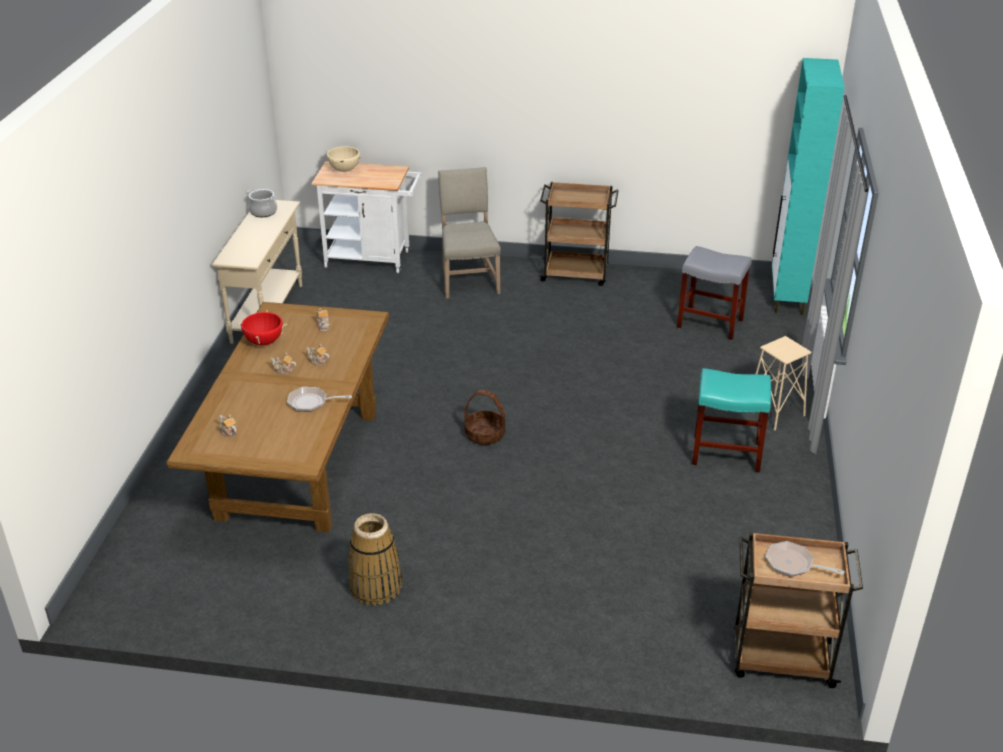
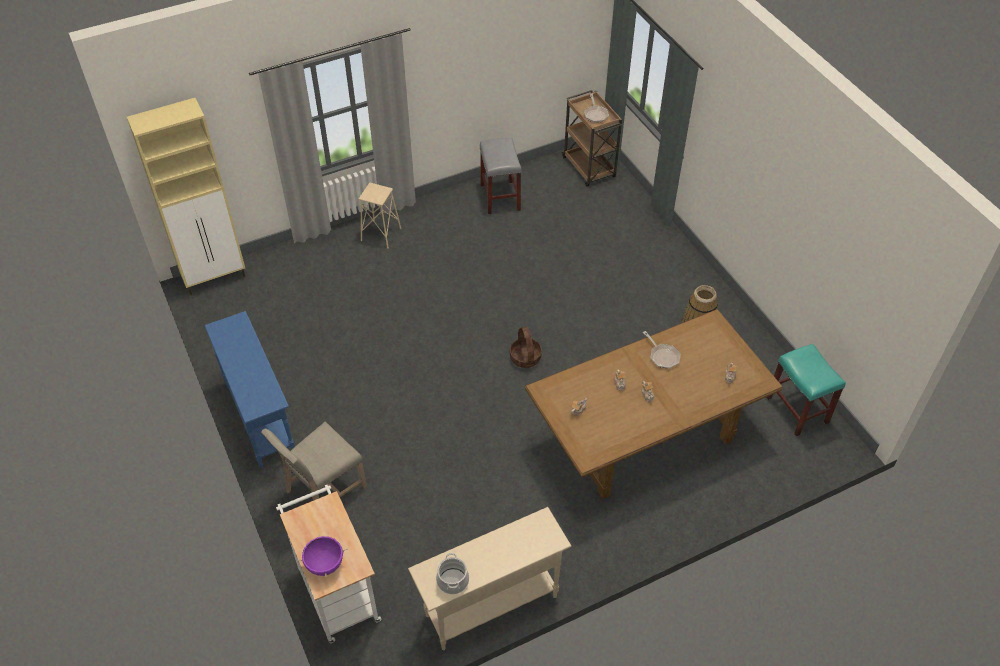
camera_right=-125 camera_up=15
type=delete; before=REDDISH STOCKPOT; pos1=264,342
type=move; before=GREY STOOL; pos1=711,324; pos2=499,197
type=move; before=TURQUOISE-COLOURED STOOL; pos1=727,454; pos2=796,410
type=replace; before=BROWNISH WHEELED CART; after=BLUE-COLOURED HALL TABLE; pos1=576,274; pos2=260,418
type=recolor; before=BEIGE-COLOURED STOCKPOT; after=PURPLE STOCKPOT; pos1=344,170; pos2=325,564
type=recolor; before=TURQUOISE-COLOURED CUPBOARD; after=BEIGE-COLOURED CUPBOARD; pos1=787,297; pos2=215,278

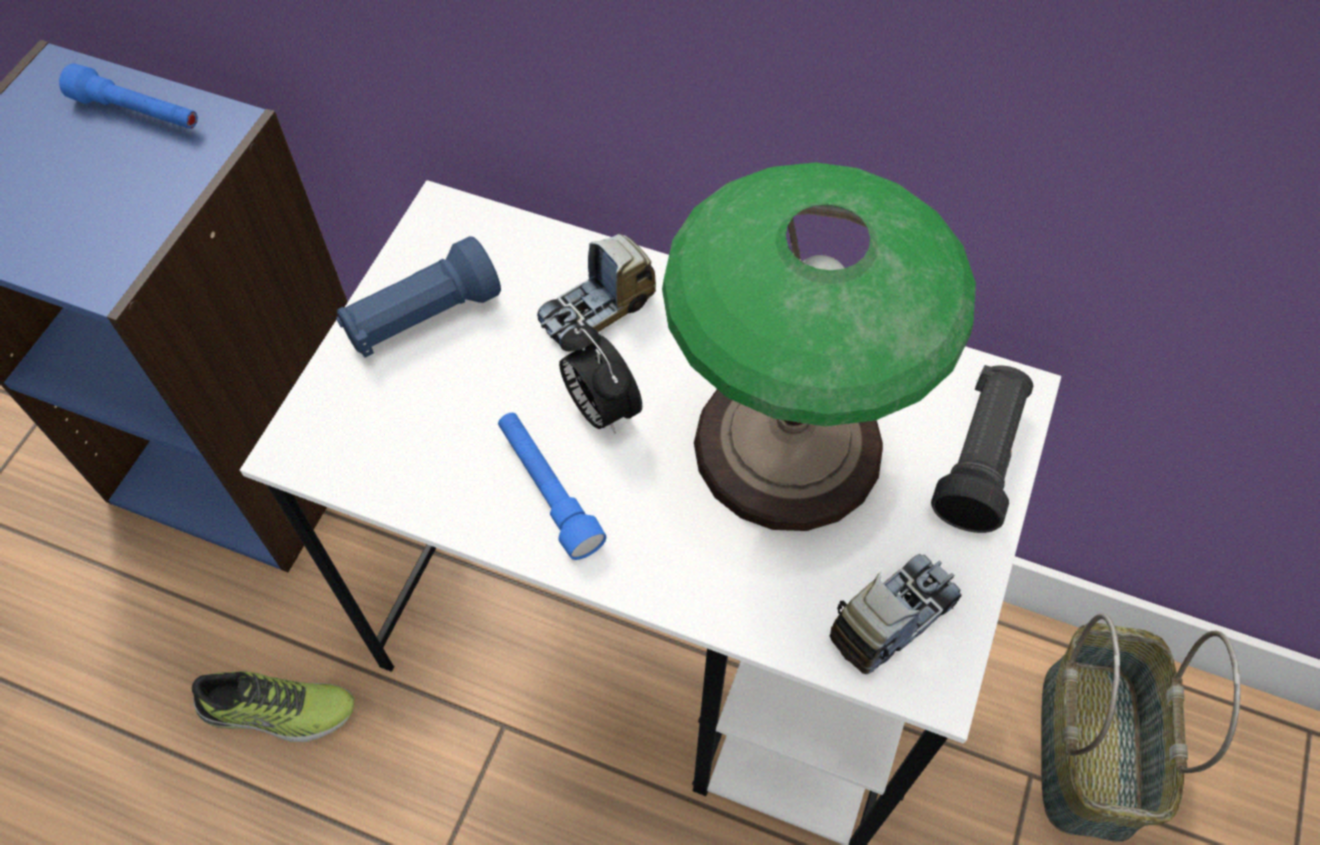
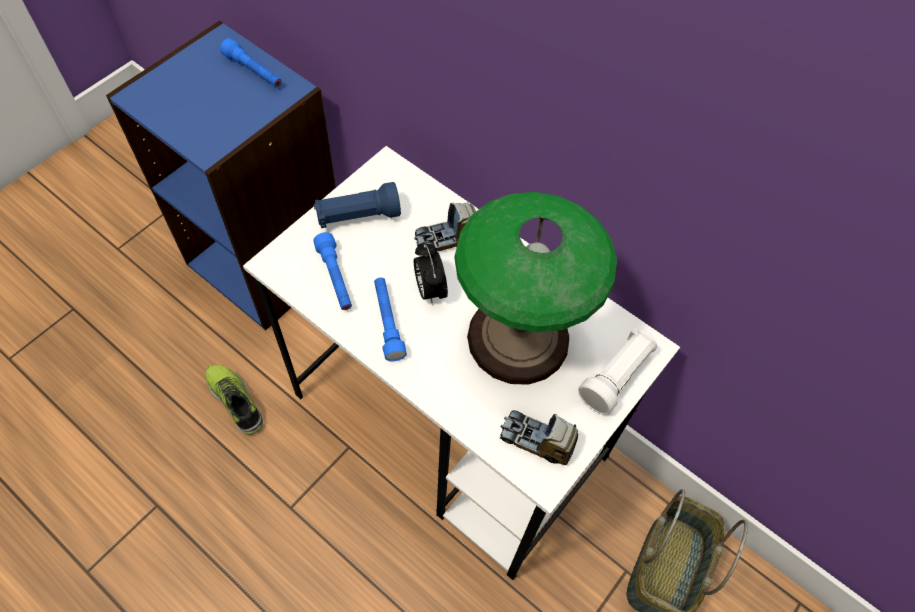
camera_right=15 camera_up=0
type=insert; after=BLUE-COLOURED TORCH; pos2=335,277
type=recolor; before=BLACKISH TORCH; after=WHITISH TORCH; pos1=980,460; pos2=616,377
type=rotate; before=SHOE; pos1=277,711; pos2=236,400; turn=-150
type=rotate; before=TOY LORRY; pos1=892,618; pos2=536,441; turn=-135

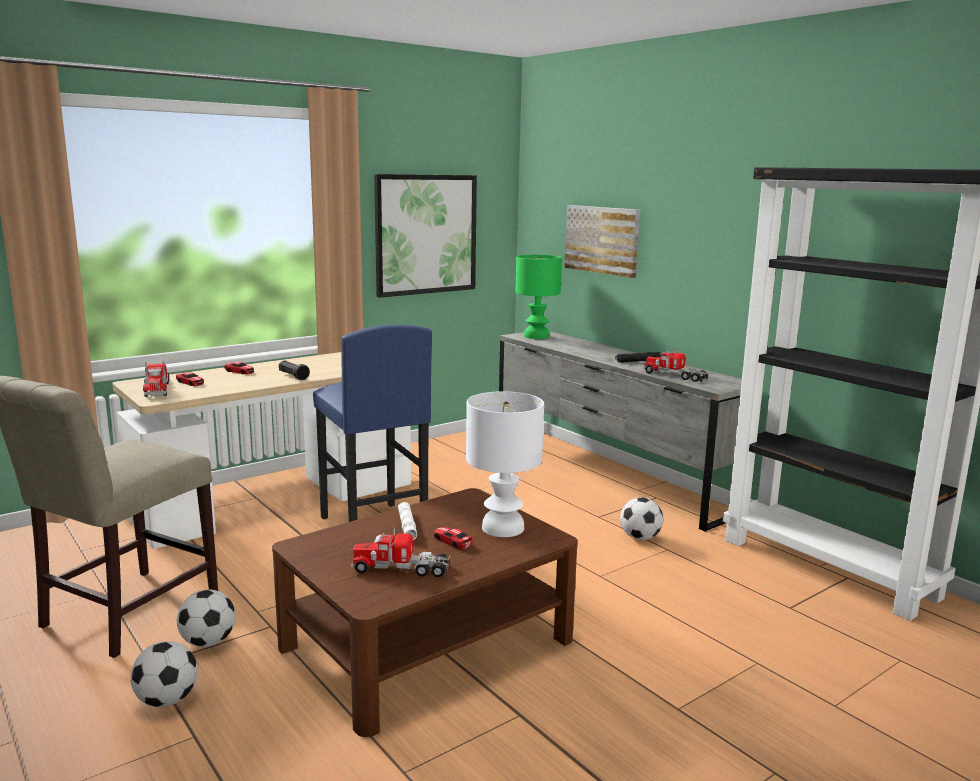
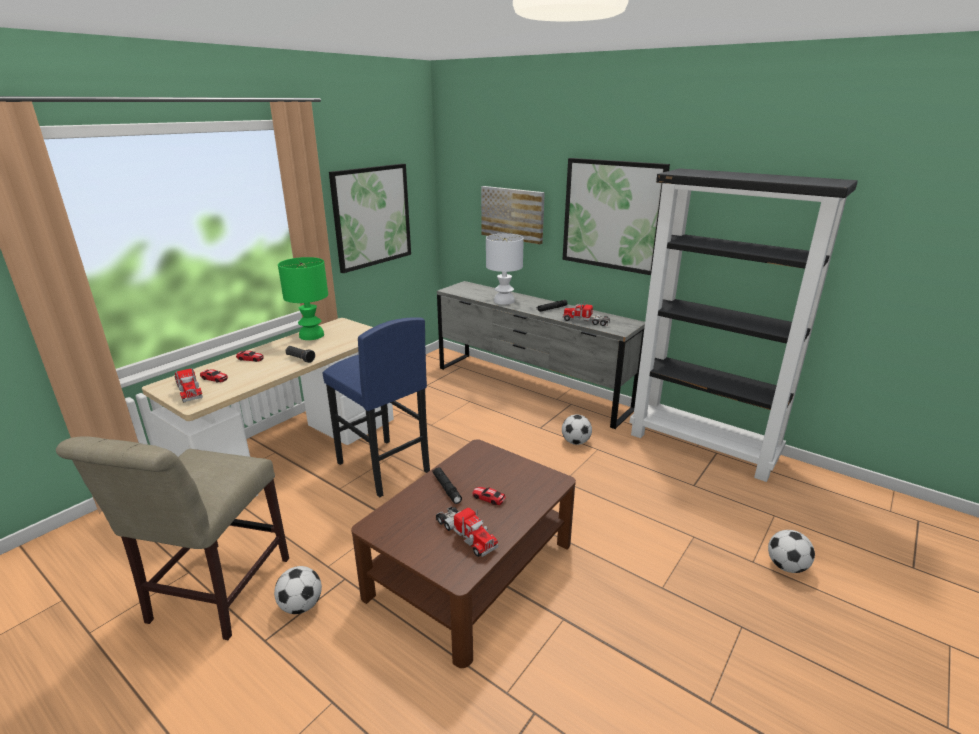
camera_right=-15 camera_up=10
type=insert; after=WALL PICTURE; pos2=612,215
type=move; before=FOOTBALL; pos1=167,700; pos2=786,566
type=move; before=WHITISH LAMP FOR A TABLE; pos1=502,528; pos2=503,301
type=move; before=GREENISH LAMP FOR A TABLE; pos1=536,336; pos2=311,335
type=recolor; before=WHITISH TORCH; after=BLACKISH TORCH; pos1=407,526; pos2=446,488
type=rotate; before=TOY LORRY; pos1=401,569; pos2=465,534; turn=-120

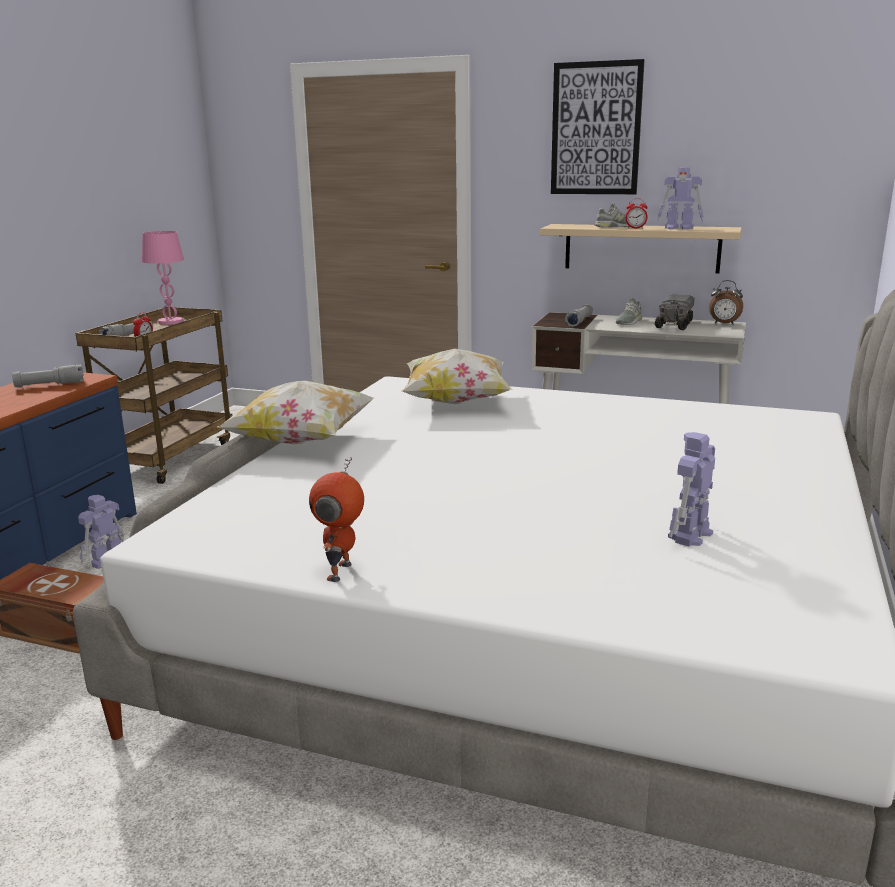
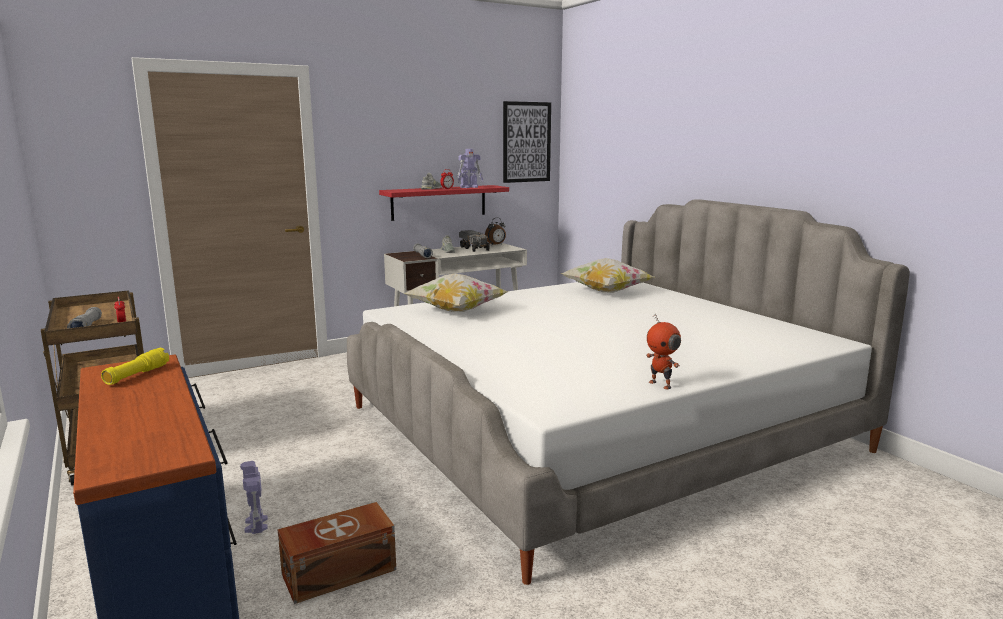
camera_right=-50 camera_up=-5
type=delete; before=PINK LAMP FOR A TABLE; pos1=170,322
type=delete; before=TOY ROBOT; pos1=689,536
type=move; before=CUSHION; pos1=302,441; pos2=606,292
type=move; before=WALL PICTURE; pos1=596,129; pos2=526,142
type=recolor; before=GREY TORCH; after=YELLOWISH TORCH; pos1=50,385; pos2=137,375
type=recolor; before=BEIGE-COLOURED SHELF; after=REDDISH SHELF; pos1=641,248; pos2=439,202

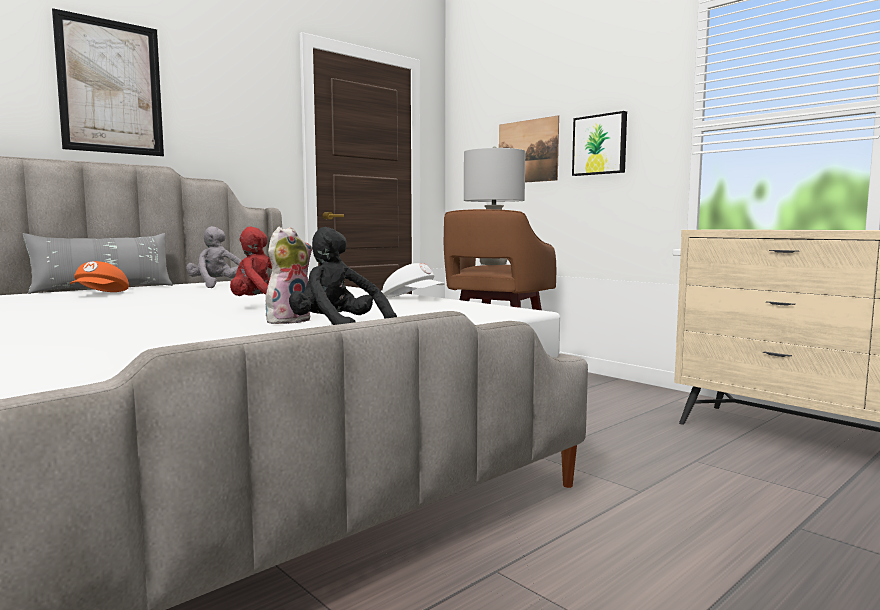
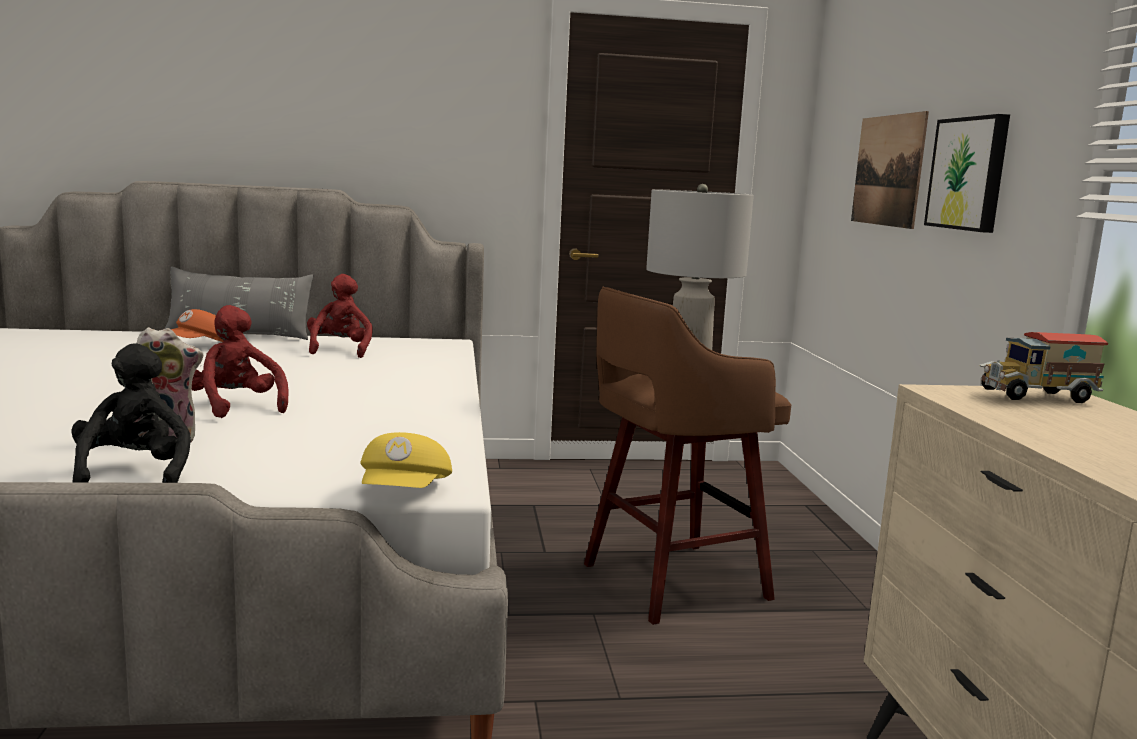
camera_right=35 camera_up=5
type=delete; before=WALL PICTURE; pos1=111,87
type=delete; before=WHITISH CAP; pos1=413,298
type=insert; after=YELLOWISH CAP; pos2=405,494
type=insert; after=TOY LORRY; pos2=1036,398
type=recolor; before=GREY SOFT TOY; after=REDDISH SOFT TOY; pos1=218,287; pos2=340,350

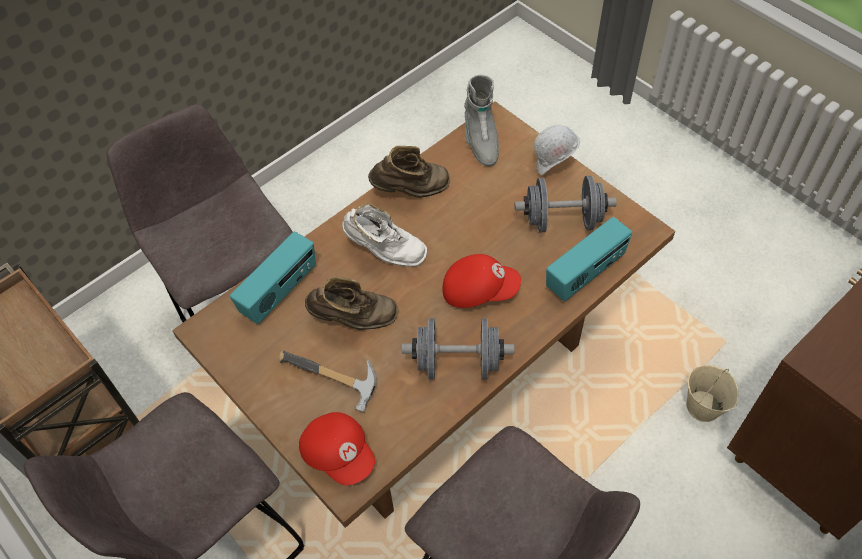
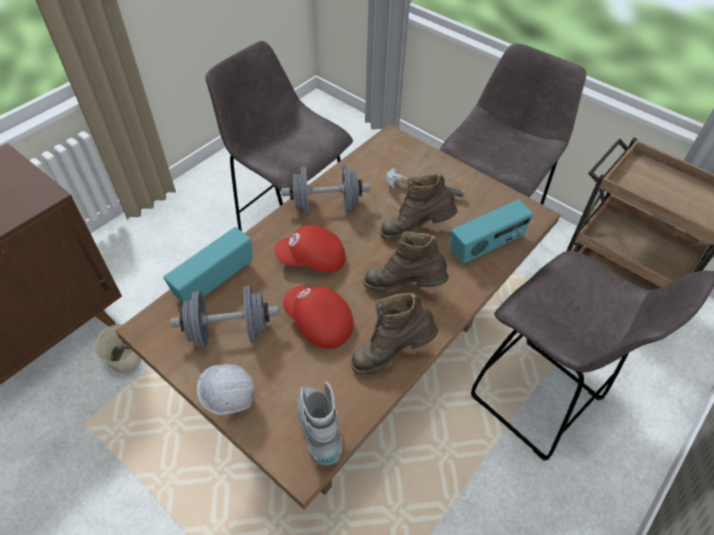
camera_right=170 camera_up=-5
type=move; before=REDDISH CAP; pos1=339,453; pos2=318,323
type=recolor; before=WHITISH HIGH-TOP BOOT; after=BROWNISH HIGH-TOP BOOT; pos1=385,252; pos2=404,286
type=rotate; before=RADIO; pos1=280,292; pos2=486,246; turn=-150

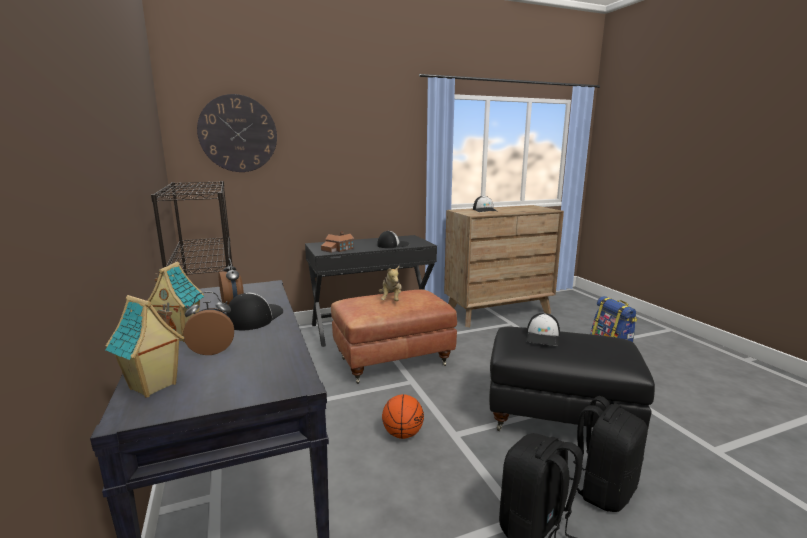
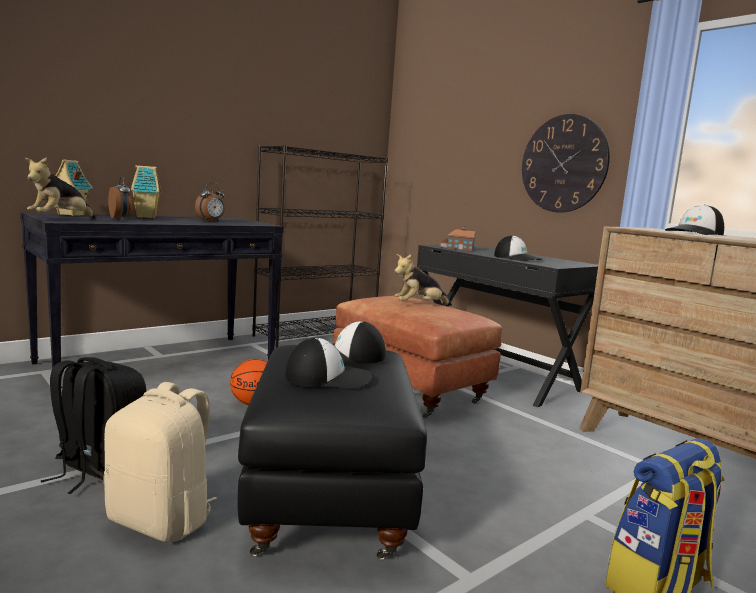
camera_right=70 camera_up=-5
type=insert; after=SOFT TOY; pos2=60,219
type=move; before=CLOCK ON THE WALL; pos1=238,134; pos2=563,164
type=move; before=CAP; pos1=254,318; pos2=328,377
type=recolor; before=BLACKISH KNAPSACK; after=BEIGE-COLOURED KNAPSACK; pos1=603,489; pos2=162,521

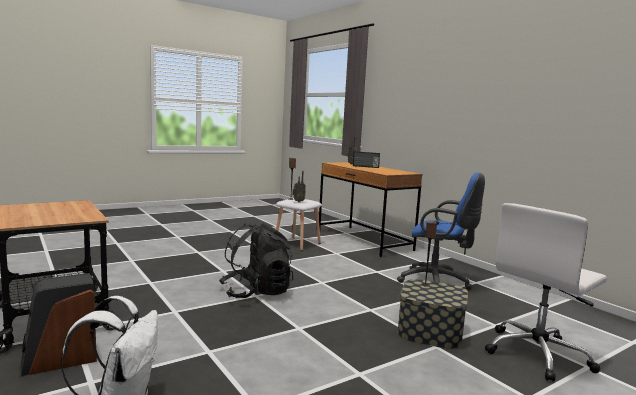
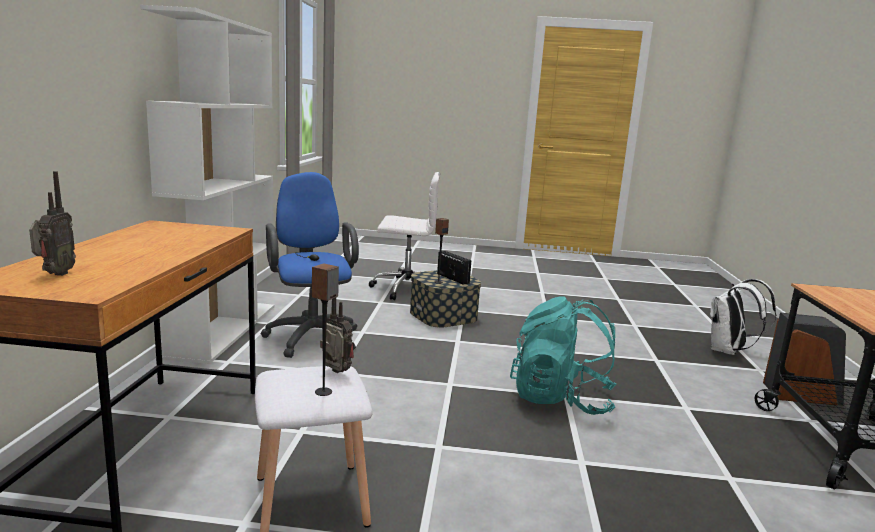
camera_right=-140 camera_up=5
type=insert; after=WHITISH BOOKCASE; pos2=224,329
type=move; before=RADIO; pos1=365,166; pos2=453,278
type=recolor; before=BLACKISH KNAPSACK; after=TURQUOISE-COLOURED KNAPSACK; pos1=256,292; pos2=560,399

